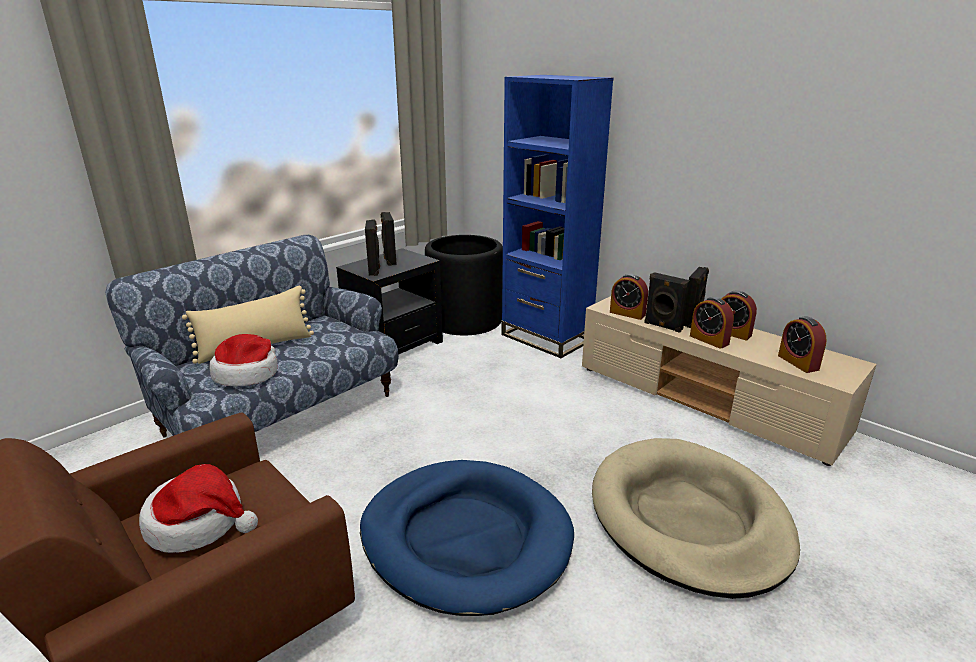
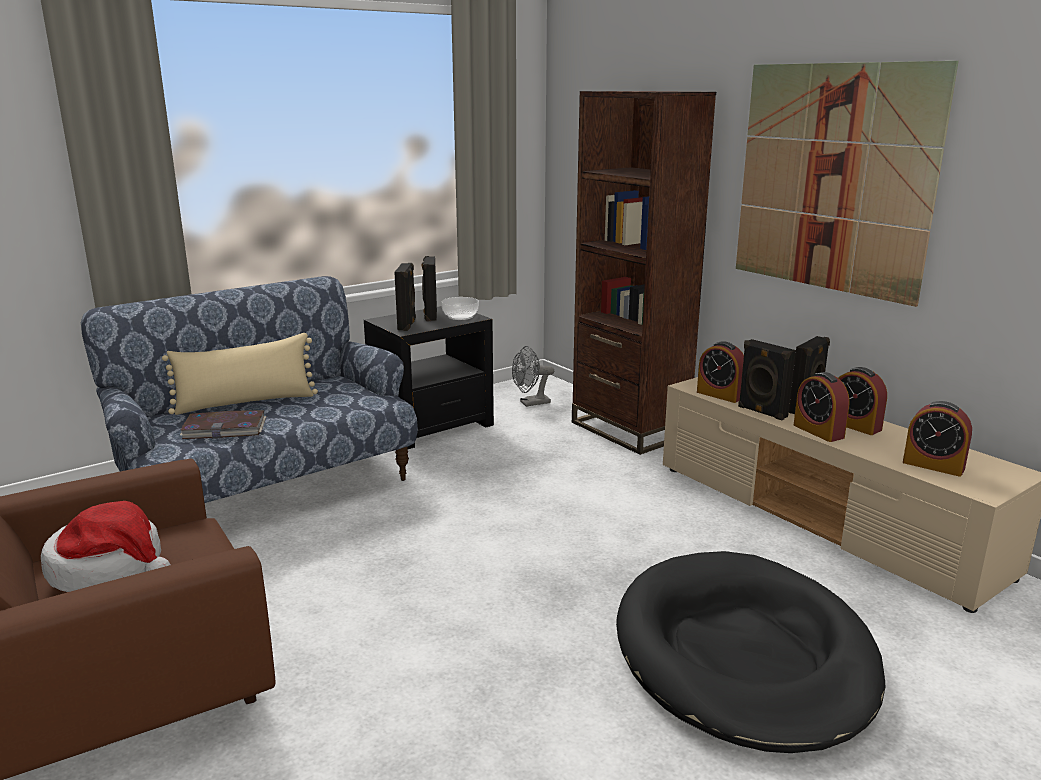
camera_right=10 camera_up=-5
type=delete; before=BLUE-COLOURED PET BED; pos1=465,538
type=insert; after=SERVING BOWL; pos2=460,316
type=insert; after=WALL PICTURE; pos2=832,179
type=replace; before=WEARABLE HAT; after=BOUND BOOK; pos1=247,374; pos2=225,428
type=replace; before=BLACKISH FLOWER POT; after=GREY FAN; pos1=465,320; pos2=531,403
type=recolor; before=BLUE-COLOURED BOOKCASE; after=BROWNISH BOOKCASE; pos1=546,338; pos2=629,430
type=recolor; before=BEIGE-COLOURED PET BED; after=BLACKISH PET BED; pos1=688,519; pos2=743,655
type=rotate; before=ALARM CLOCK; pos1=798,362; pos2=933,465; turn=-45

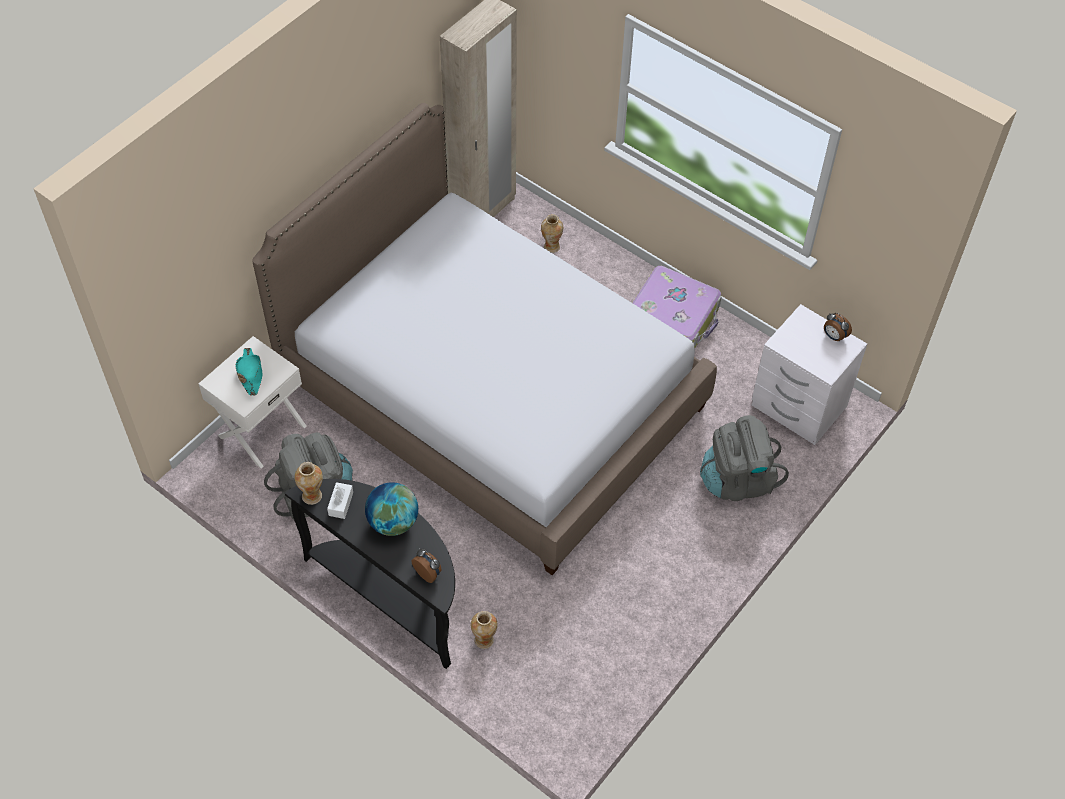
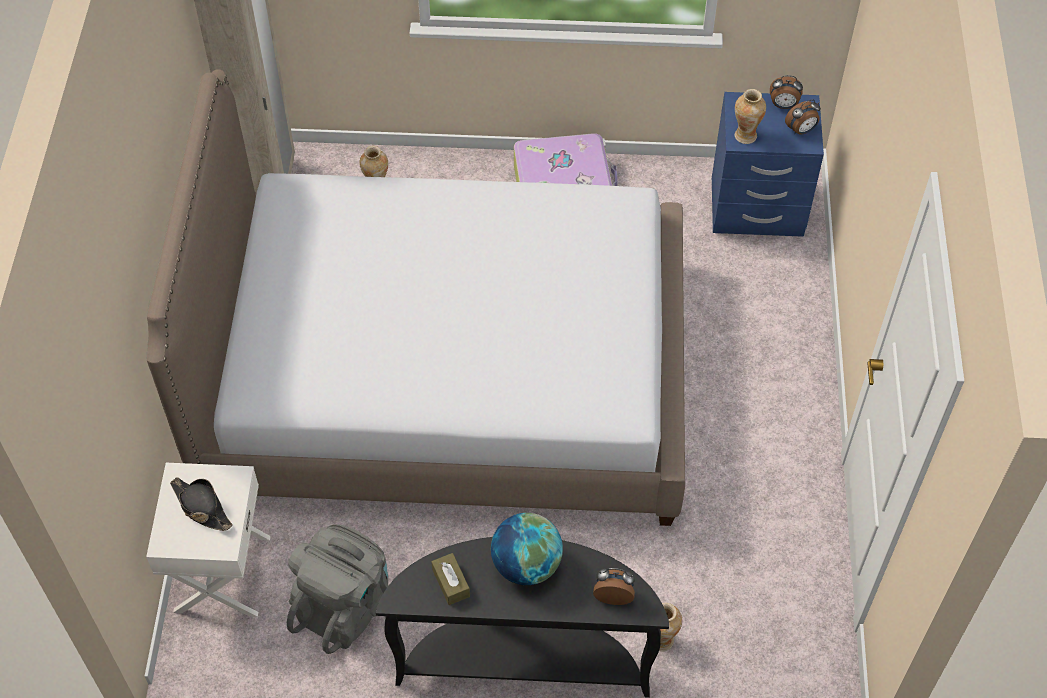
camera_right=-35 camera_up=0
type=delete; before=GREY KNAPSACK; pos1=738,480
type=insert; after=ALARM CLOCK; pos2=801,130
type=move; before=VASE; pos1=312,496; pos2=745,135
type=recolor; before=TURQUOISE-COLOURED WEARABLE HAT; after=BLACKISH WEARABLE HAT; pos1=250,374; pos2=201,507
type=recolor; before=WHITISH TISSUE HOLDER; after=BROWNISH TISSUE HOLDER; pos1=341,504; pos2=451,583
type=recolor; before=WHITISH NIGHTSTAND; after=BLUE-COLOURED NIGHTSTAND; pos1=798,407; pos2=757,209

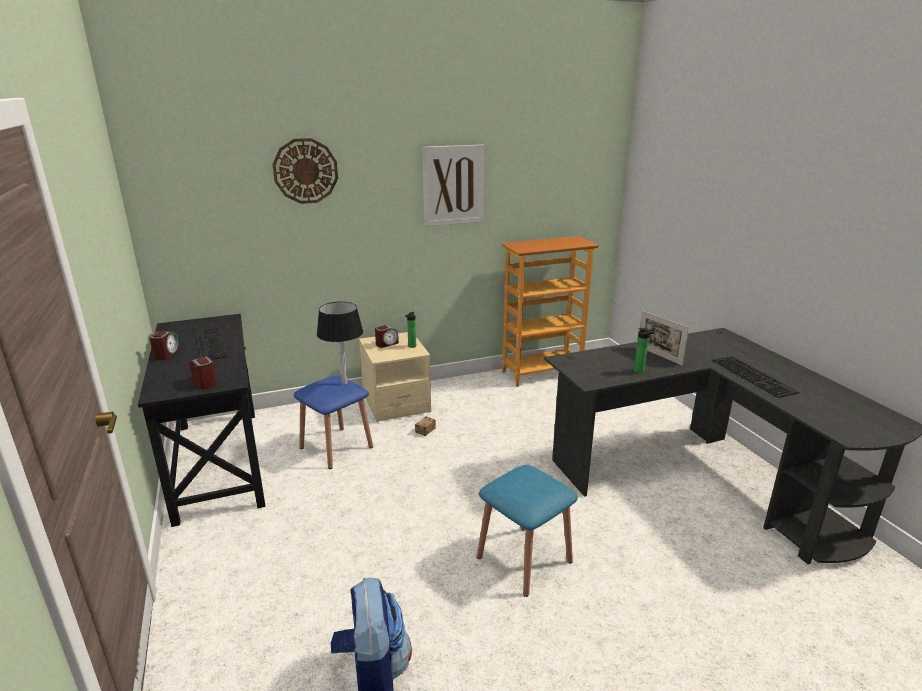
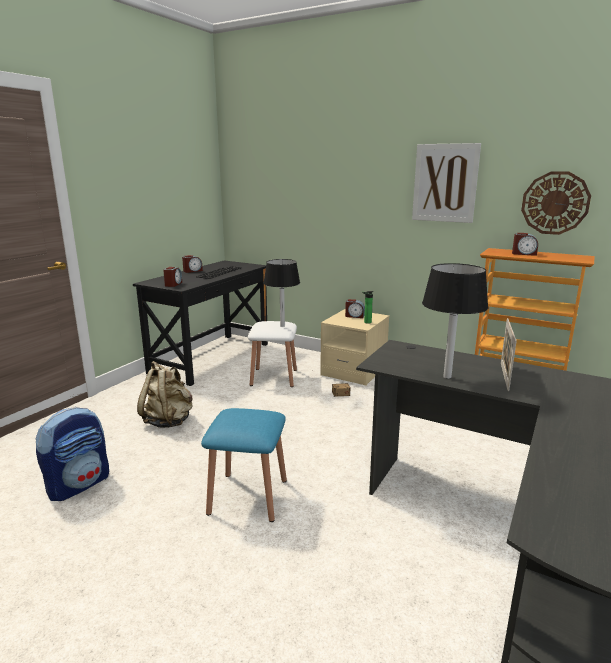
camera_right=50 camera_up=-5
type=delete; before=KEYBOARD; pos1=755,376
type=insert; after=BEIGE-COLOURED KNAPSACK; pos2=168,421
type=insert; after=ALARM CLOCK; pos2=524,254
type=move; before=CLOCK ON THE WALL; pos1=305,171; pos2=555,203
type=replace; before=DRINK BOTTLE; after=BLACKISH LAMP FOR A TABLE; pos1=640,371; pos2=447,377
type=recolor; before=BLUE-COLOURED STOOL; after=WHITISH STOOL; pos1=336,447; pos2=274,377

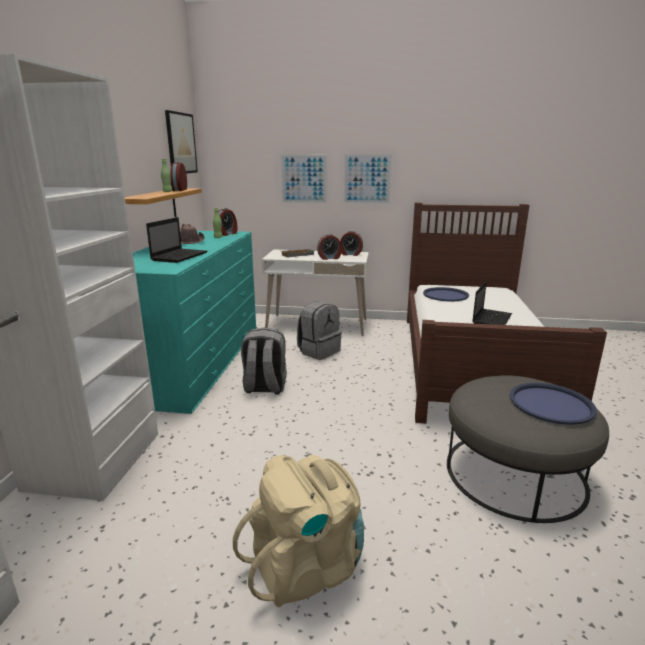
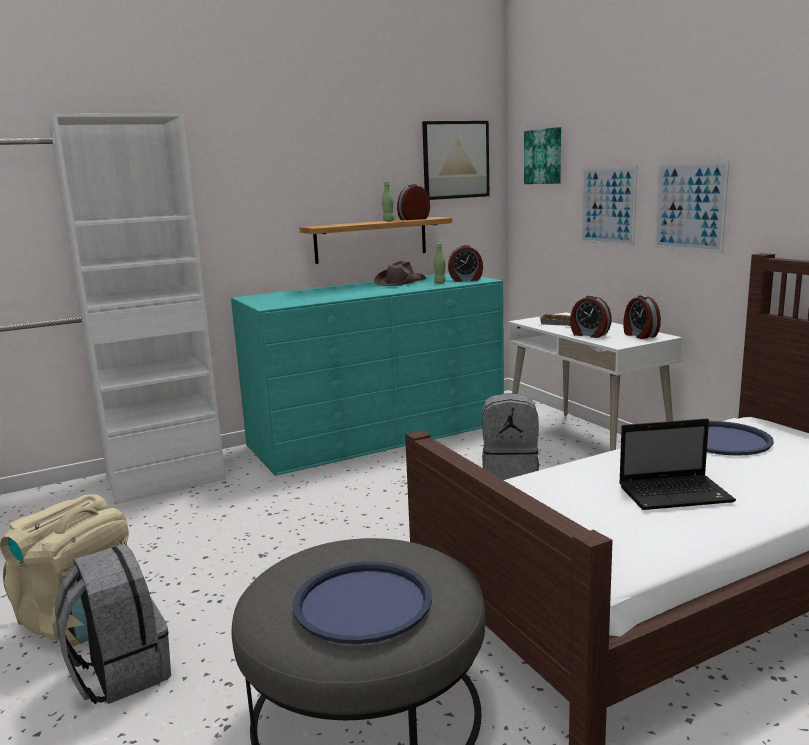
camera_right=55 camera_up=-5
type=delete; before=PORTABLE COMPUTER; pos1=180,256
type=insert; after=WALL PICTURE; pos2=544,156
type=move; before=GREY KNAPSACK; pos1=264,387; pos2=120,673

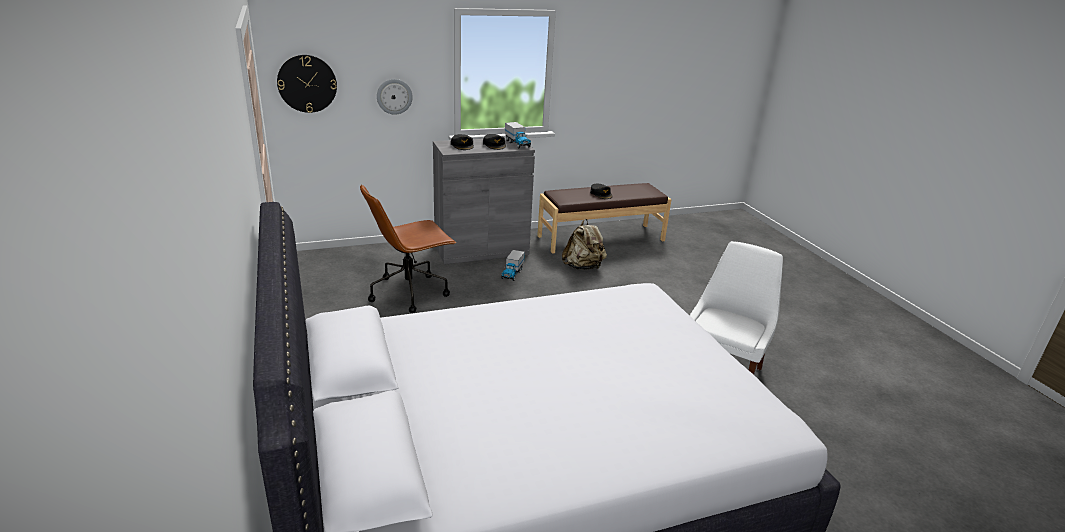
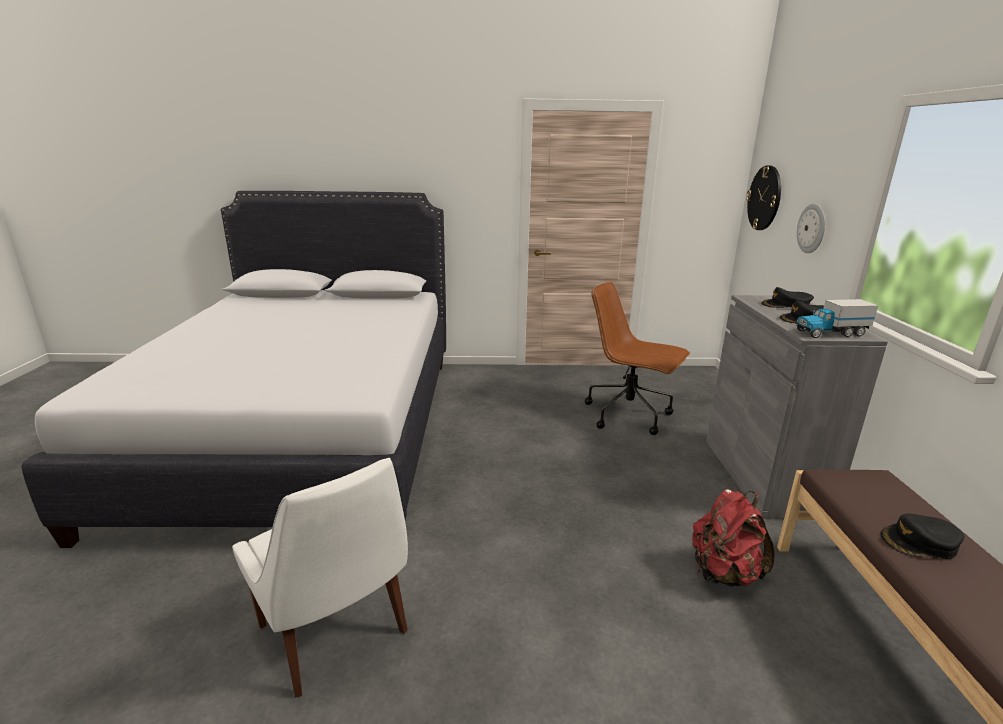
camera_right=110 camera_up=-5
type=delete; before=TOY LORRY; pos1=512,273
type=recolor; before=BEIGE-COLOURED KNAPSACK; after=REDDISH KNAPSACK; pos1=583,267; pos2=723,573
type=rotate; before=BROWNISH OFFICE CHAIR; pos1=410,292; pos2=629,415; turn=-45

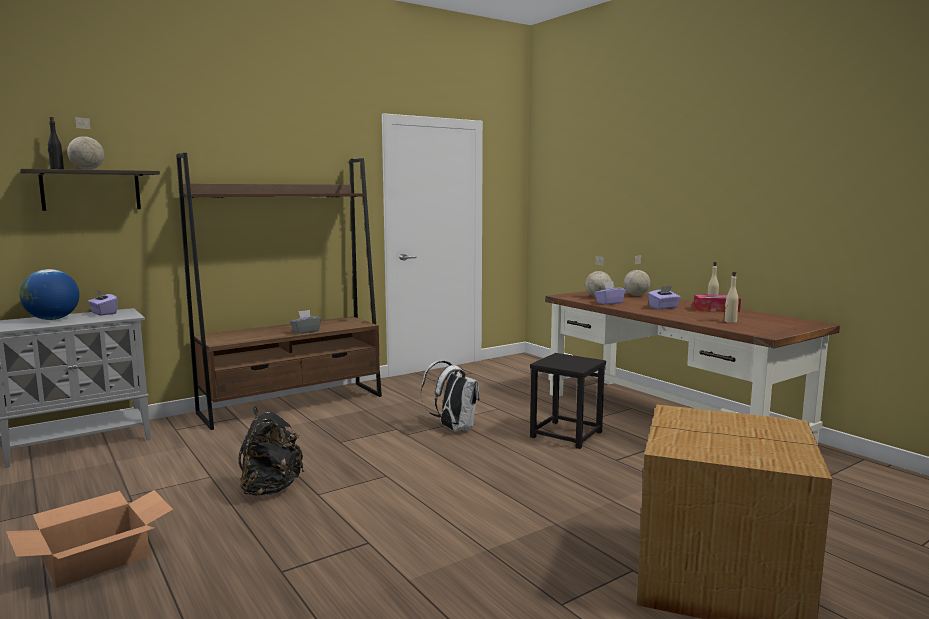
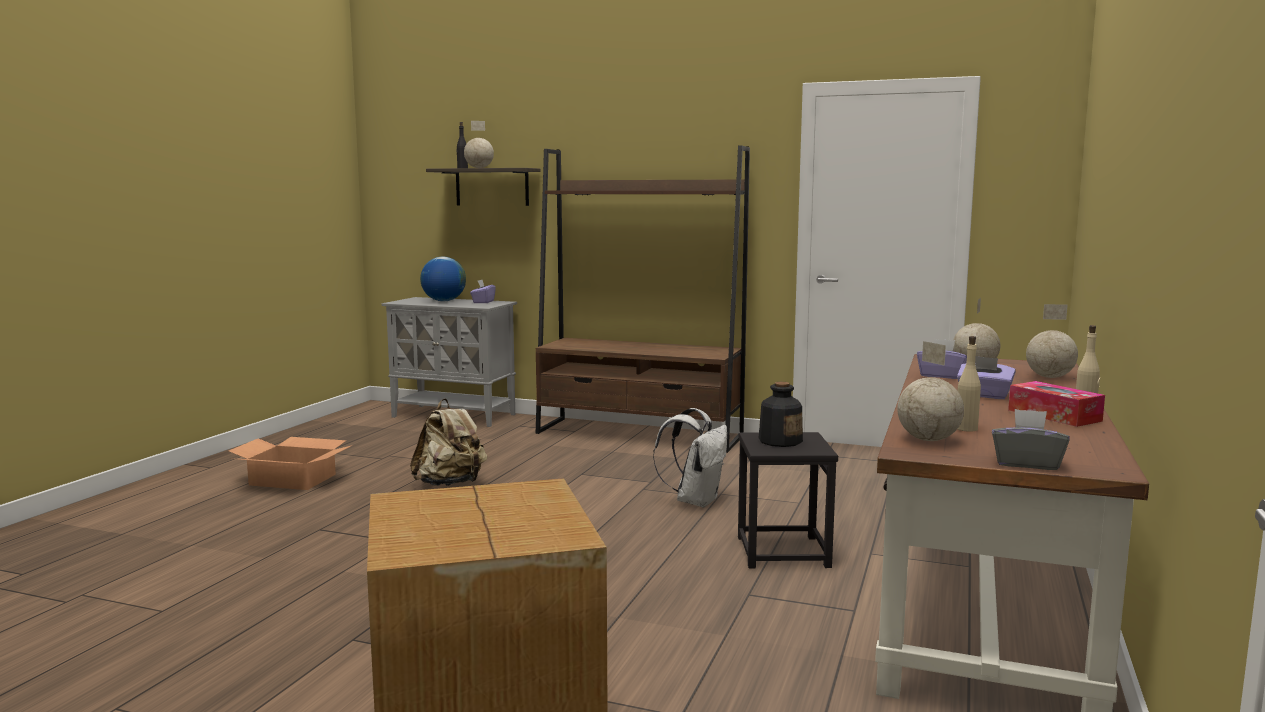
camera_right=55 camera_up=0
type=insert; after=DRINK BOTTLE; pos2=780,441
type=insert; after=WORLD GLOBE; pos2=928,439
type=move; before=GREY TISSUE HOLDER; pos1=306,331; pos2=1026,463
type=recolor; before=BLACKISH KNAPSACK; after=BEIGE-COLOURED KNAPSACK; pos1=270,489; pos2=450,484

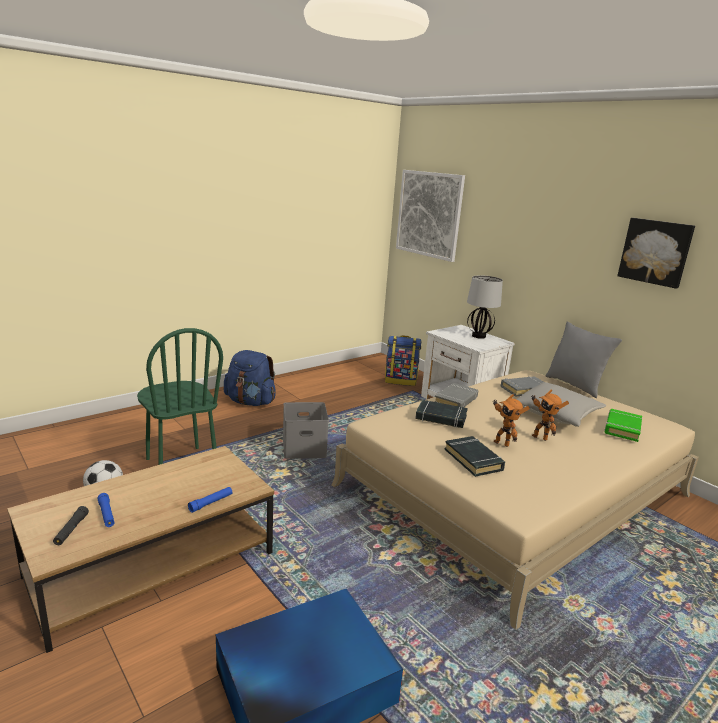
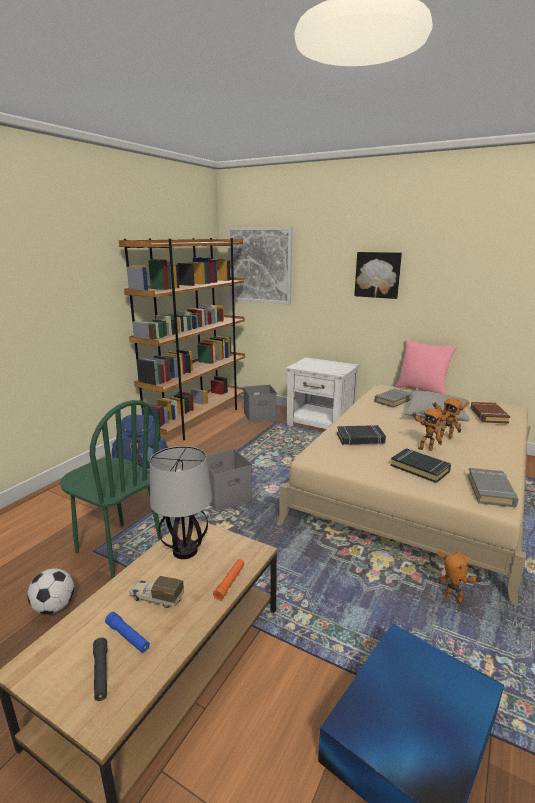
camera_right=-20 camera_up=0
type=insert; after=BROWNISH BOOKCASE; pos2=198,420
type=insert; after=TOY LORRY; pos2=156,598
type=insert; after=TOY ROBOT; pos2=453,603
type=move; before=GREY BOUND BOOK; pos1=456,400; pos2=491,491
type=move; before=LAMP FOR A TABLE; pos1=479,336; pos2=186,551
type=move; before=WALL PICTURE; pos1=655,252; pos2=378,275
type=replace; before=KNAPSACK; after=GREY STORAGE BIN; pos1=401,381; pos2=260,415
type=recolor; before=BLUE-COLOURED TORCH; after=ORANGE-COLOURED TORCH; pos1=211,503; pos2=230,582
type=recolor; before=GREY CUSHION; after=PINK CUSHION; pos1=575,385; pos2=422,390
type=recolor; before=GREENISH BOUND BOOK; after=BROWNISH BOUND BOOK; pos1=622,428; pos2=488,415

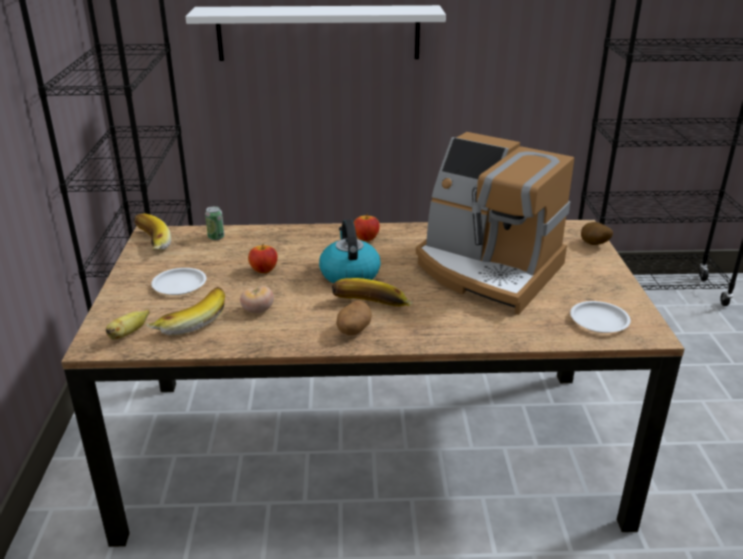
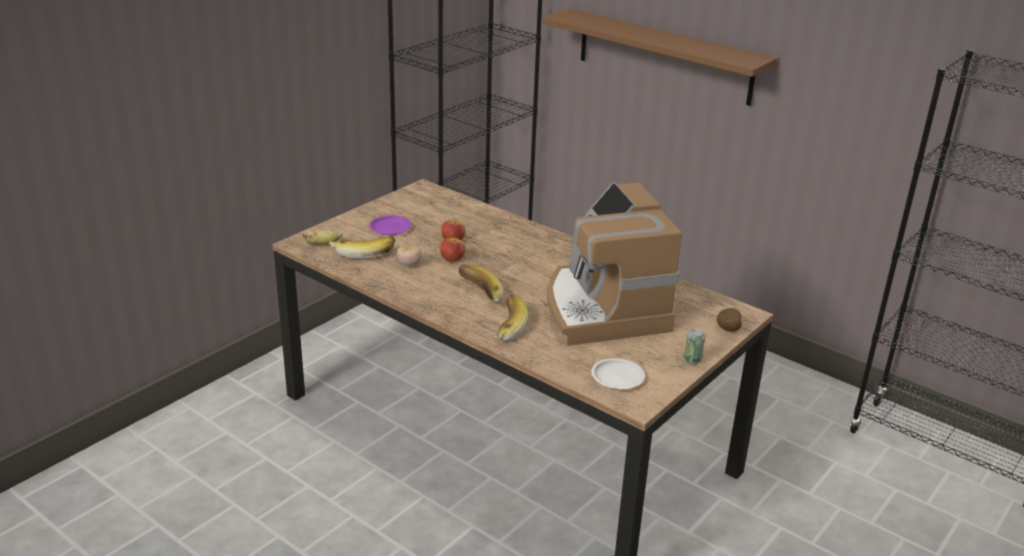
camera_right=40 camera_up=0
type=delete; before=TEA KETTLE; pos1=349,274
type=delete; before=SPUD; pos1=353,330
type=move; before=BANANA FRUIT; pos1=149,243; pos2=505,327
type=move; before=METAL CAN; pos1=216,237; pos2=692,360
type=move; before=APPLE; pos1=366,239; pos2=452,259
type=recolor; before=WHITISH PLATE; after=PURPLE PLATE; pos1=179,285; pos2=390,228
type=recolor; before=WHITISH SHELF; after=BROWNISH SHELF; pos1=318,33; pos2=664,56

